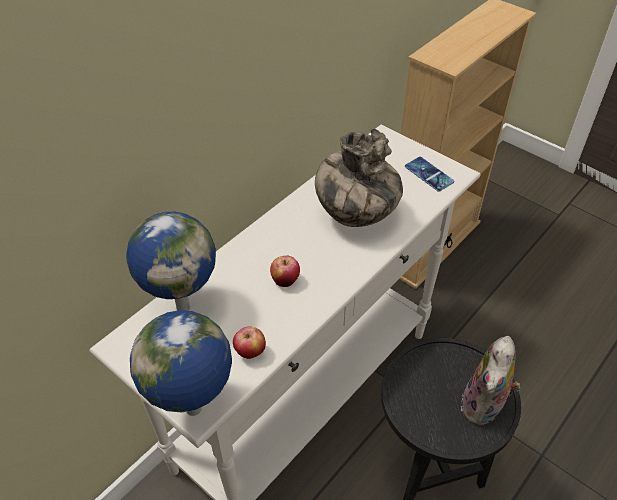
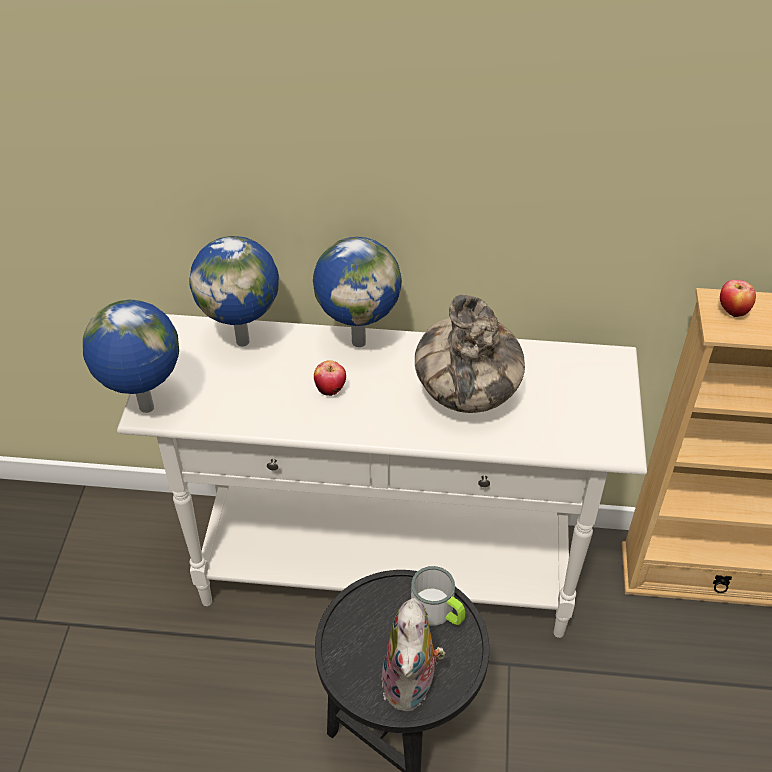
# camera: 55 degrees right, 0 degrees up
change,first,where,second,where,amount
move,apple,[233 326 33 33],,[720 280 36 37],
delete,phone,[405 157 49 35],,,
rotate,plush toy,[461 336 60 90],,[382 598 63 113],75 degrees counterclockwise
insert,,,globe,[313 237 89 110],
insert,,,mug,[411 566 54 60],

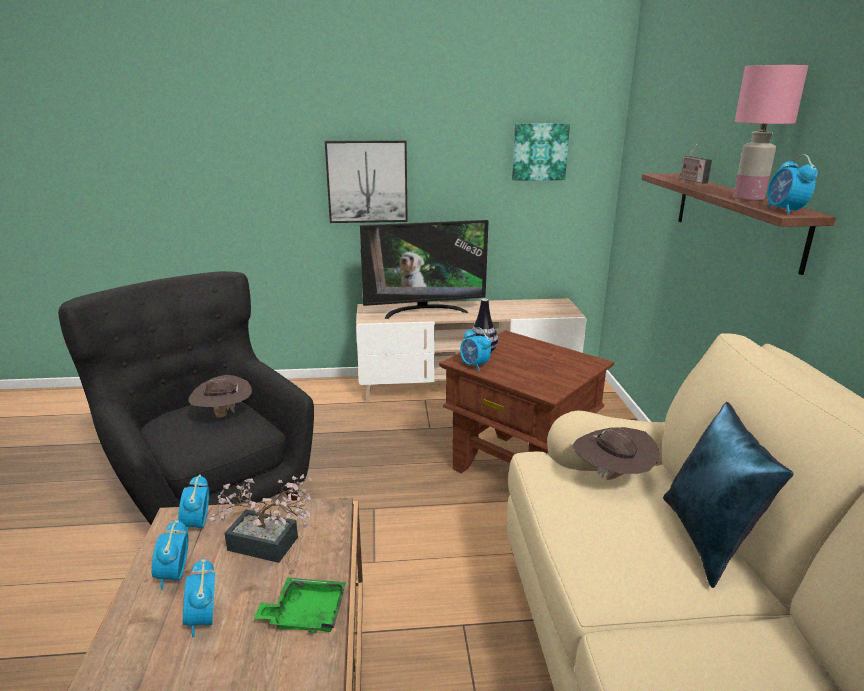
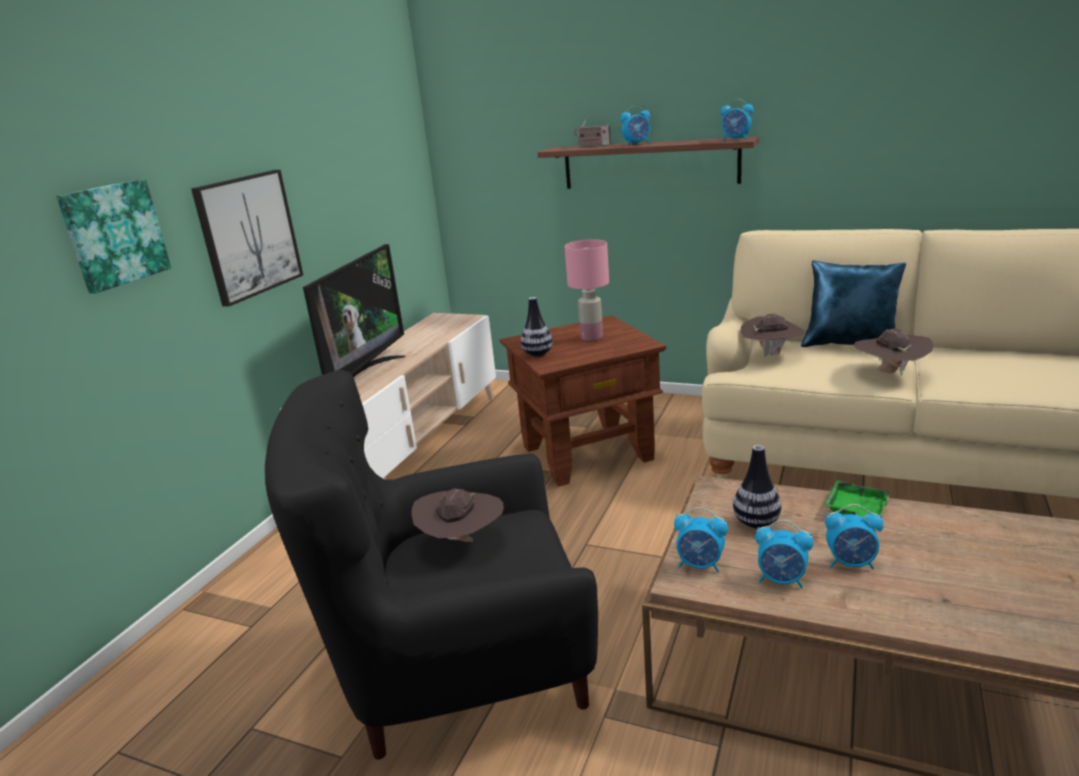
# camera: 60 degrees left, 0 degrees up
change,first,where,second,where,amount
replace,potted plant,[208 474 104 89],vase,[733 445 48 83],
move,alarm clock,[460 327 31 44],,[621 106 29 40],
move,picture,[512 123 58 58],,[56 179 115 114],
move,pink table lamp,[733 65 75 136],,[565 239 44 102],
insert,,,brown hat,[854 328 79 48],

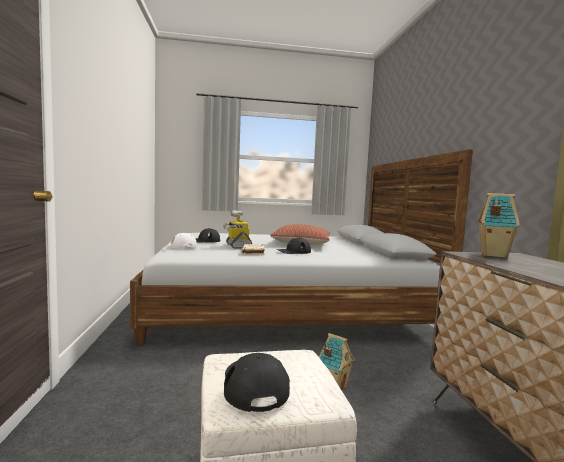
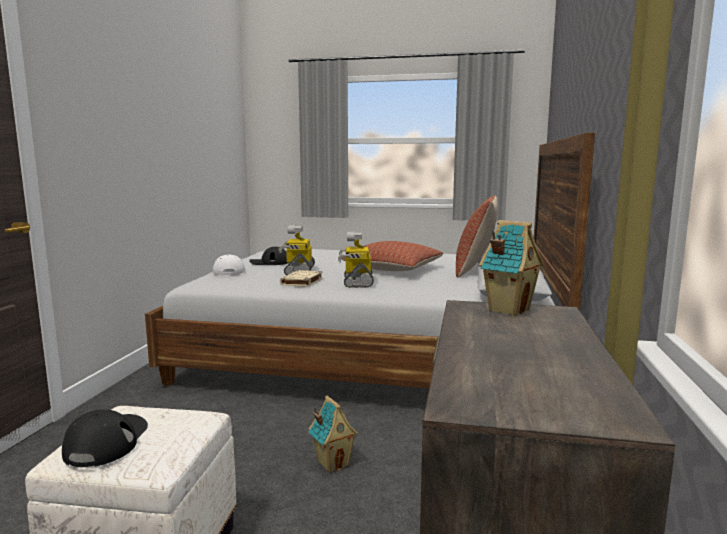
# camera: 20 degrees right, 5 degrees up
change,first,where,second,where,amount
replace,black cap,[277 238 34 16],toy robot,[338 232 36 56],
insert,,,pillow,[456 196 42 82],

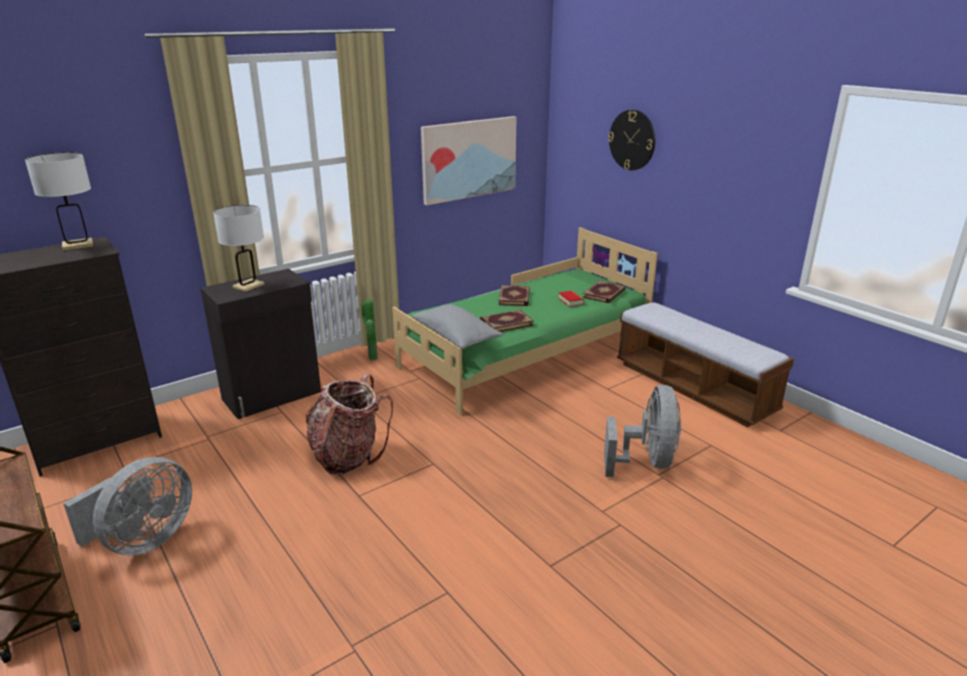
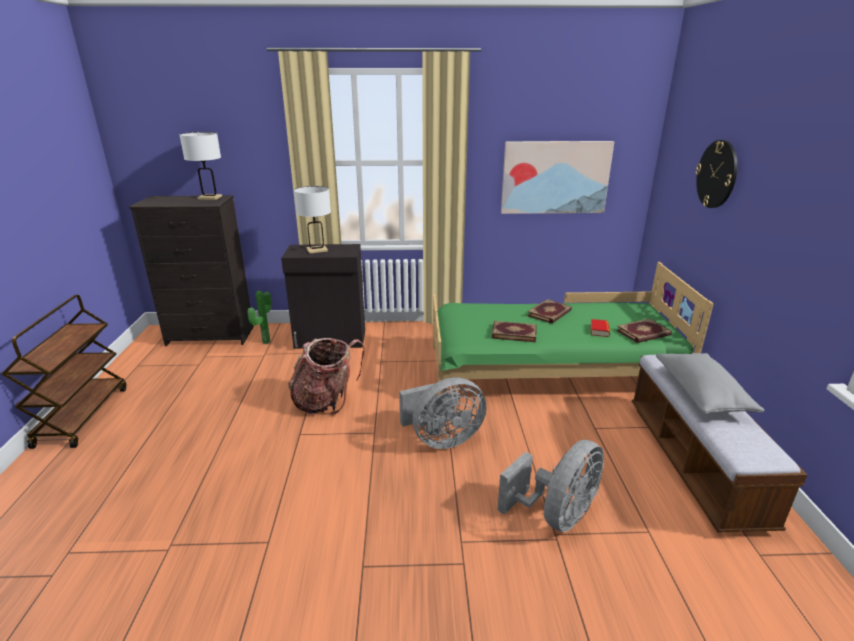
# camera: 35 degrees right, 0 degrees up
change,first,where,second,where,amount
move,grey fan,[63 457 129 99],,[399 377 87 72],
move,potted plant,[362 300 16 61],,[247 291 25 53],
move,grey pillow,[412 304 91 45],,[656 353 109 61],

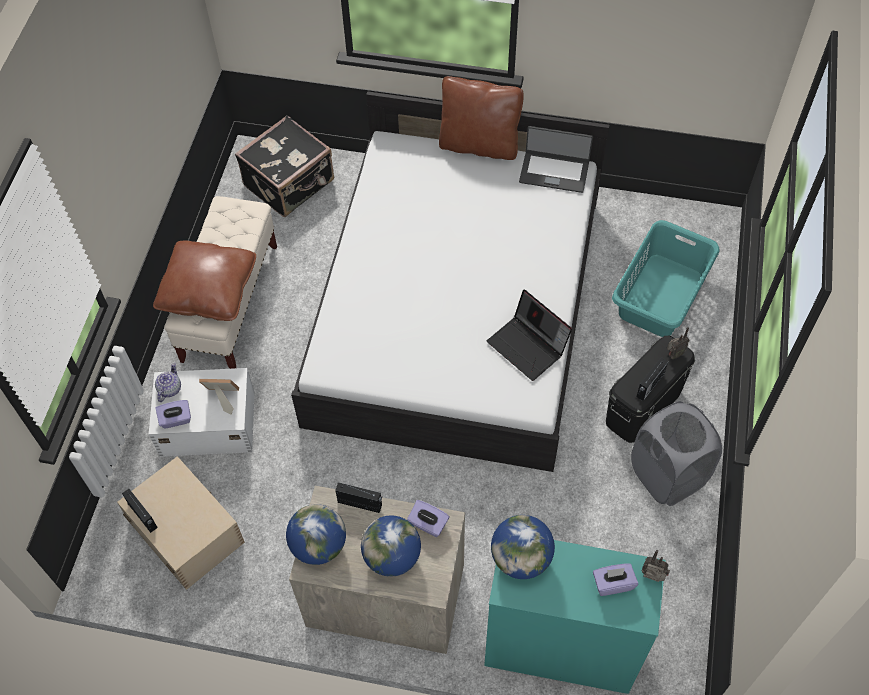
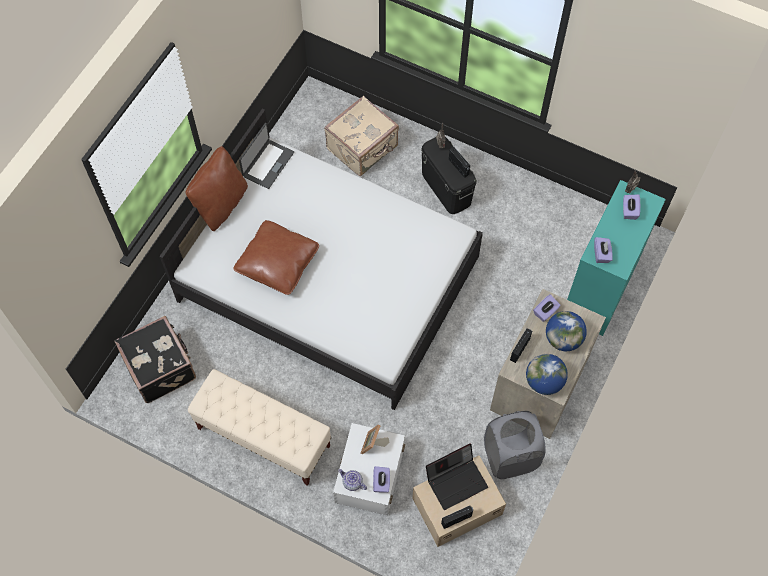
# camera: 75 degrees left, 5 degrees up
change,first,where,second,where,amount
move,brown pillow,[153 241 103 80],,[233 220 86 75],
move,laptop,[487 289 85 92],,[426 443 62 67],
replace,globe,[491 515 64 64],purple tissue box,[594 237 19 26],
replace,turquoise laundry basket,[612 220 108 117],beige suitcase,[324 96 75 80],
move,grey laundry basket,[631 401 91 105],,[484 411 62 68],

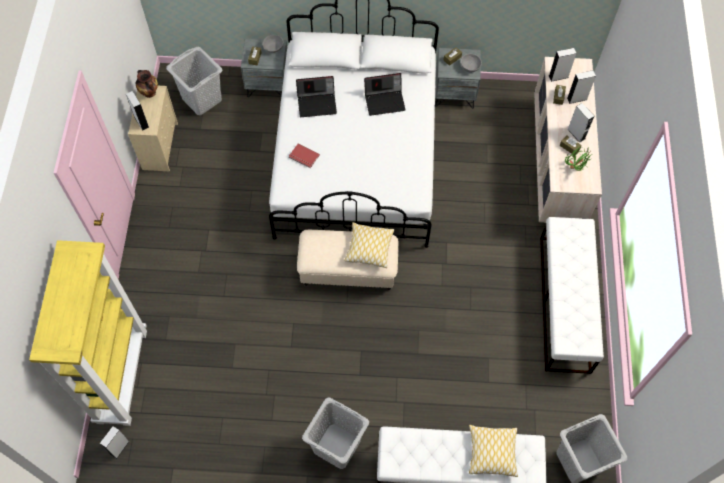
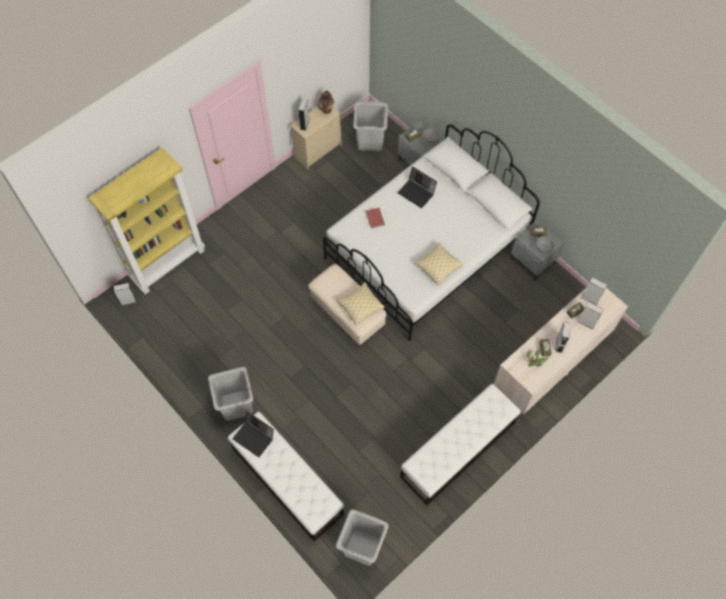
# camera: 45 degrees right, 0 degrees up
change,first,where,second,where,amount
move,laptop,[364 73 42 43],,[232 411 42 46],
move,pillow,[469 425 49 52],,[414 242 50 43],

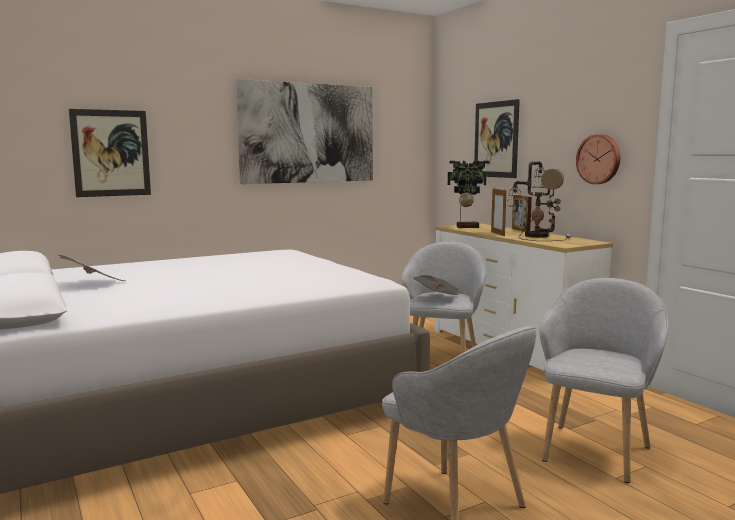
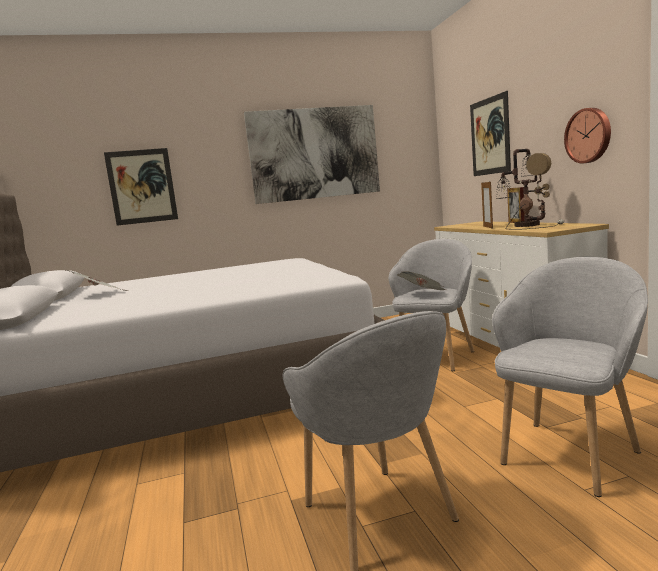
# camera: 15 degrees right, 0 degrees up
change,first,where,second,where,amount
delete,potted plant,[448 161 41 67],,,

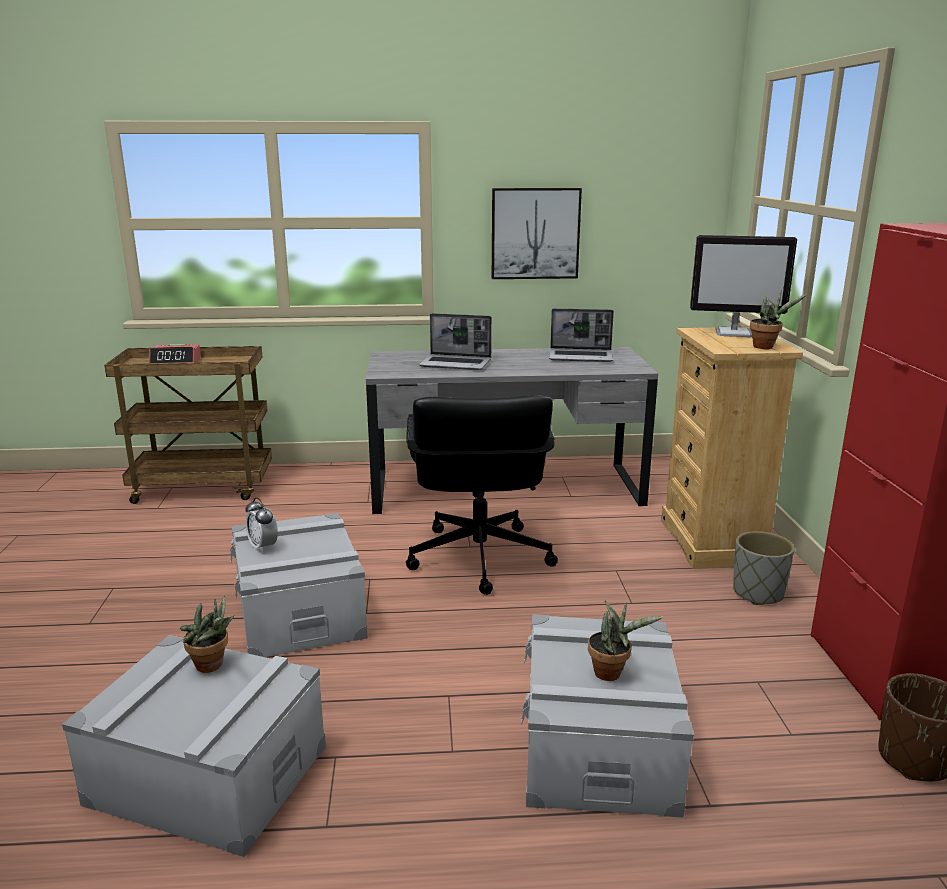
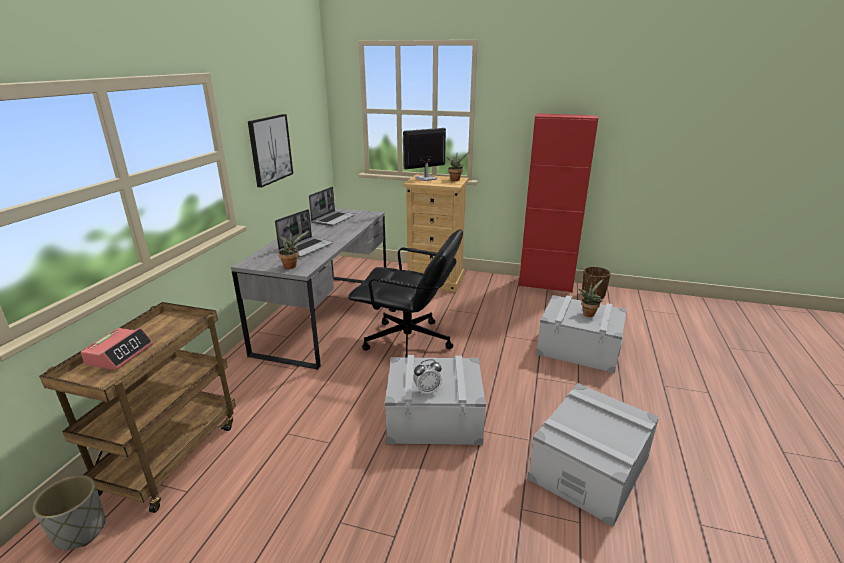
# camera: 70 degrees left, 5 degrees up
change,first,where,second,where,amount
move,potted plant,[180 595 55 78],,[278 231 31 38],
rotate,monitor,[690 235 107 102],,[403 128 43 53],150 degrees counterclockwise
move,grey planter,[733 531 62 74],,[33 475 73 75],

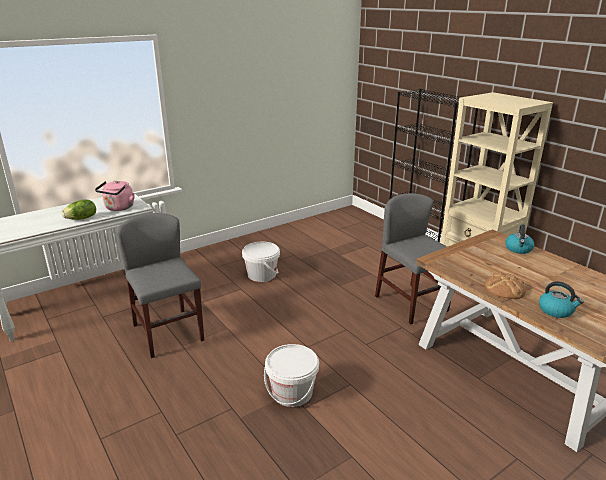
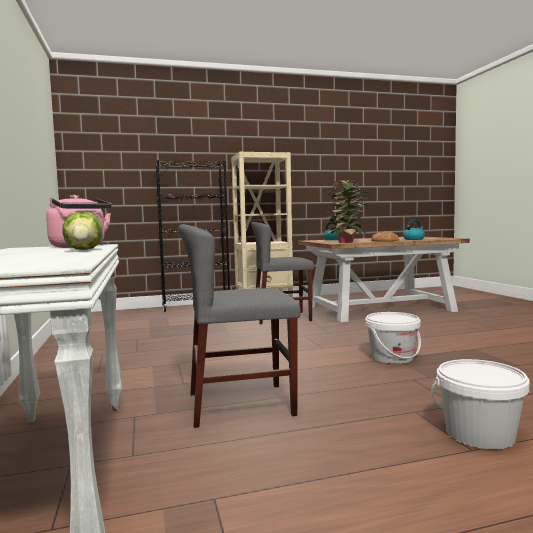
# camera: 70 degrees left, 20 degrees down
change,first,where,second,where,amount
move,white bucket,[242 242 38 40],,[431 359 99 91],
insert,,,potted plant,[324 179 45 64],

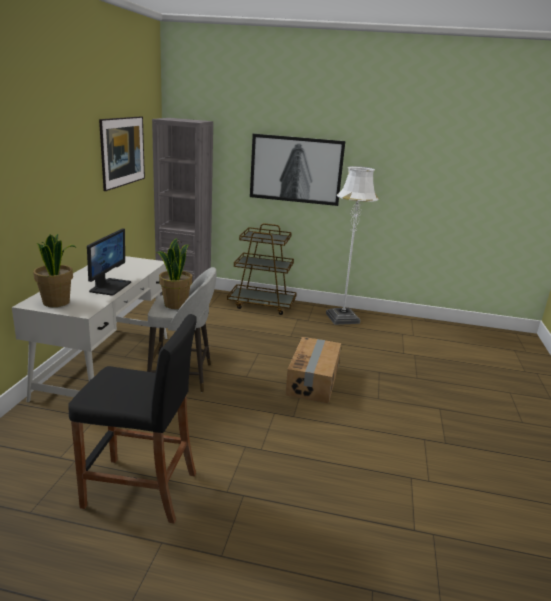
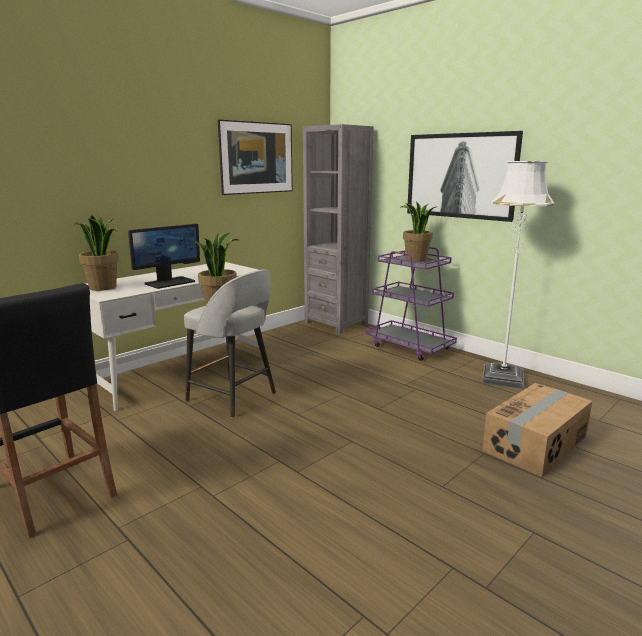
# camera: 35 degrees right, 5 degrees down
change,first,where,second,where,amount
recolor,brown cart,[227 223 70 92],purple cart,[366 247 91 114],
move,cardboard box,[285 337 56 67],,[483 383 109 94],
insert,,,potted plant,[401 201 37 61],

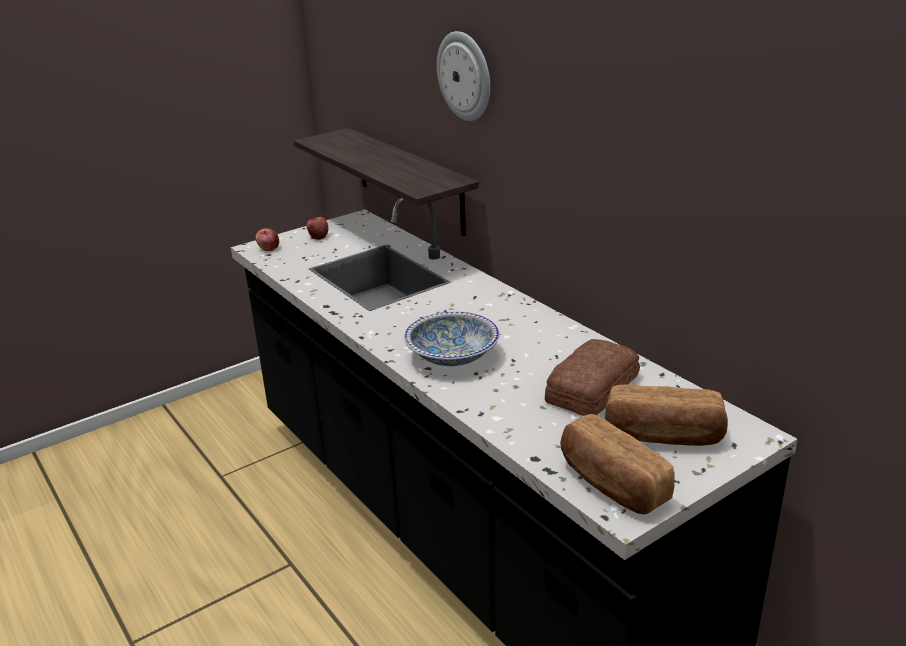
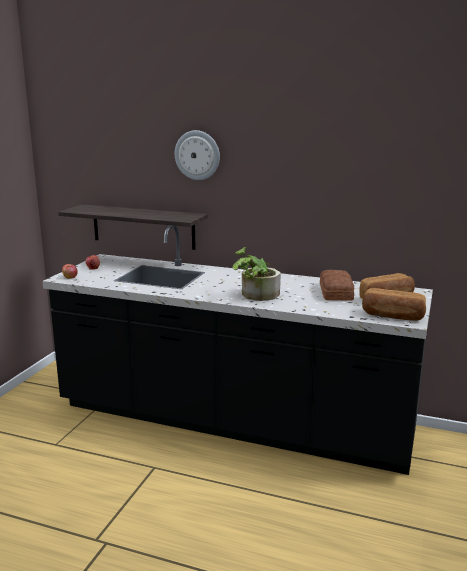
# camera: 35 degrees left, 10 degrees down
change,first,where,second,where,amount
replace,bowl,[404 312 96 54],potted plant,[232 247 49 54],

